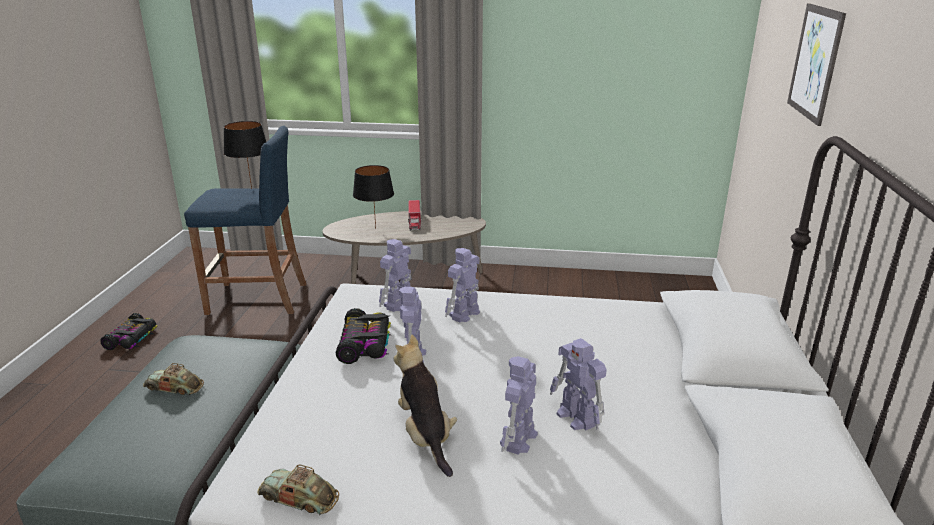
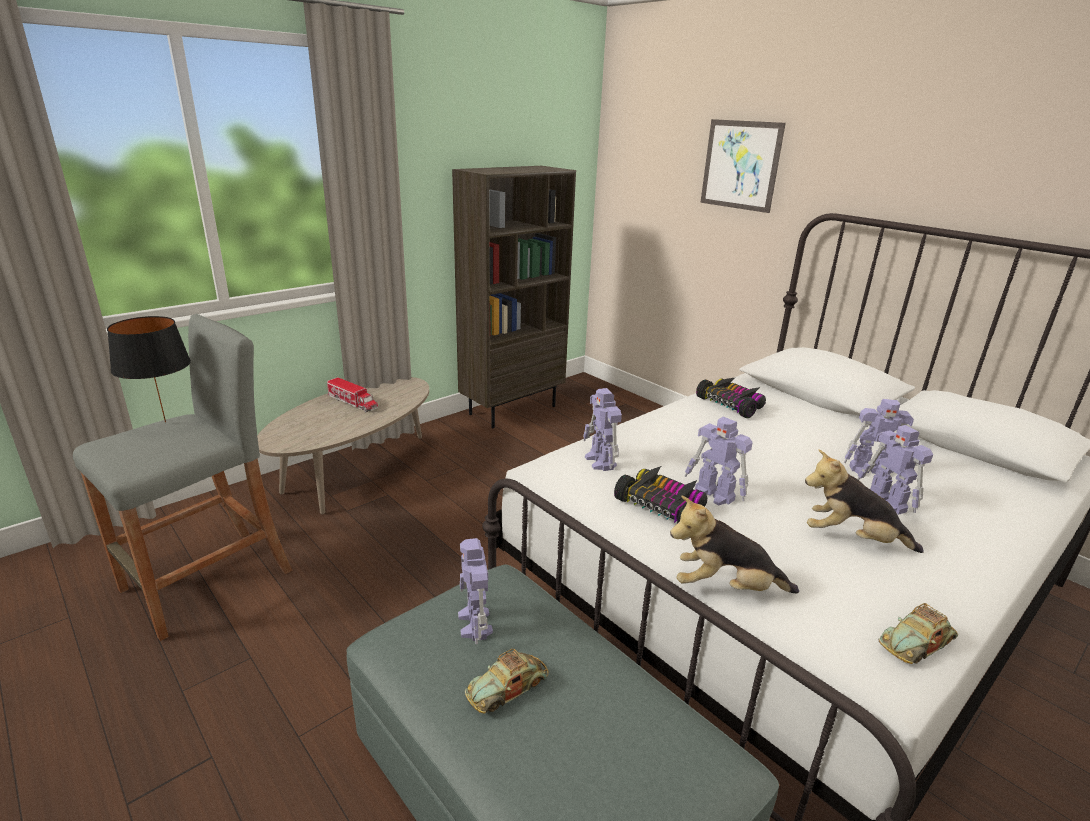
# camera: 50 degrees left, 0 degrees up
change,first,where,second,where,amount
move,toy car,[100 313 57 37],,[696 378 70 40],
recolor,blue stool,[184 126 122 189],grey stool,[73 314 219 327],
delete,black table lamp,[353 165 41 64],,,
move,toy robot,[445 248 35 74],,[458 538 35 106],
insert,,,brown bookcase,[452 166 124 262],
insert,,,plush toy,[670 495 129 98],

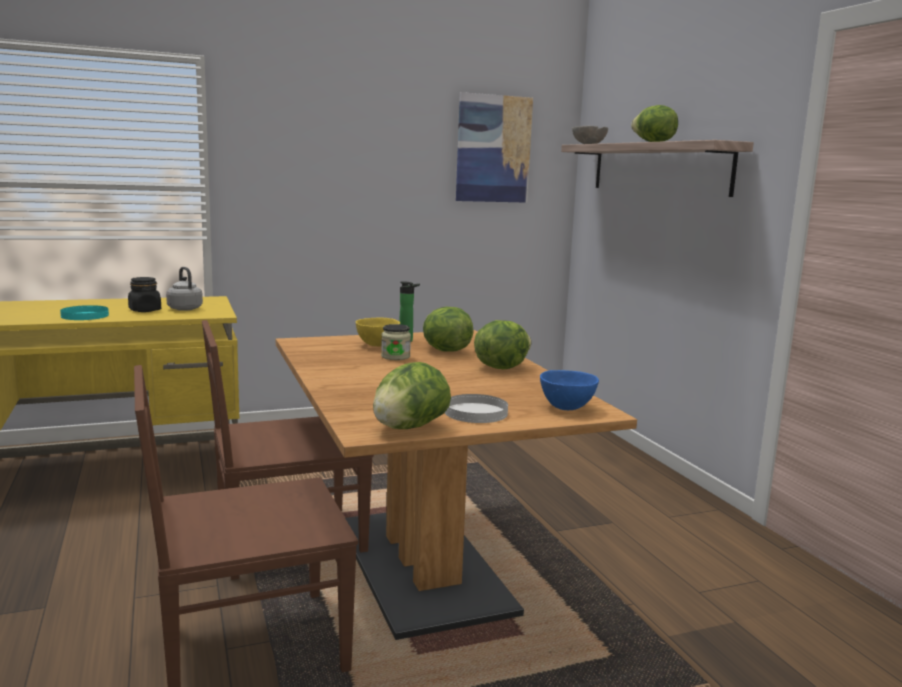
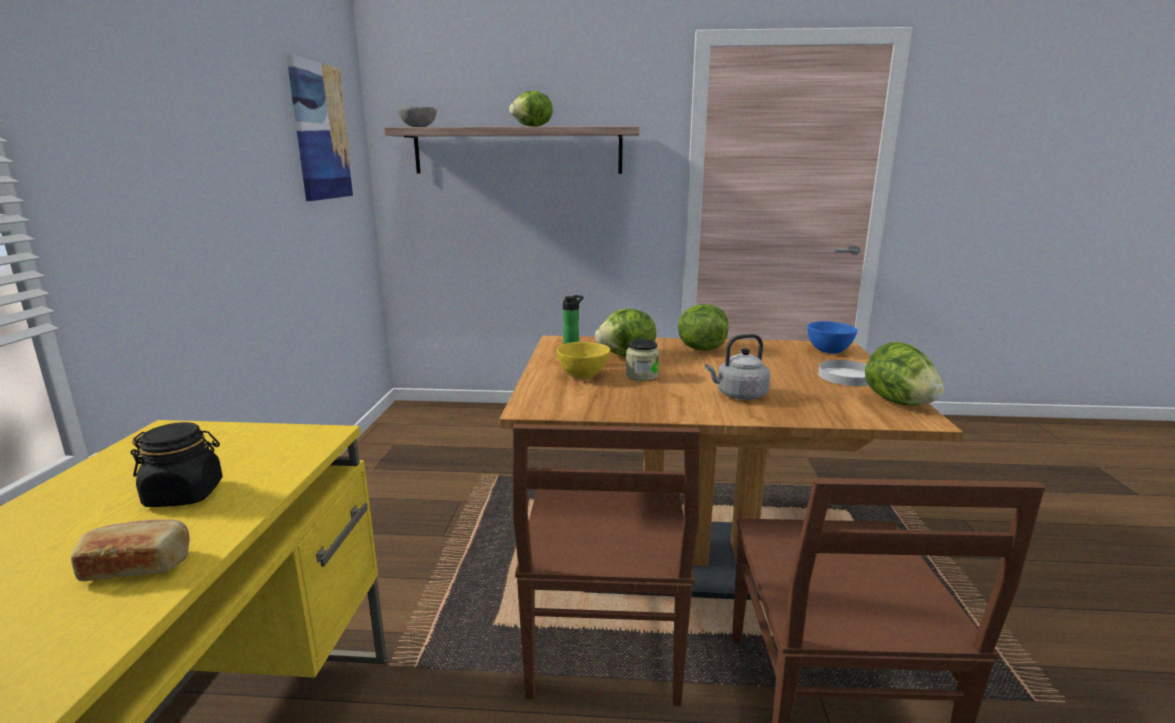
# camera: 65 degrees left, 5 degrees up
change,first,where,second,where,amount
replace,turquoise plate,[60 305 49 15],bread,[71 519 118 62],
move,grey kettle,[166 267 37 44],,[705 334 65 66],

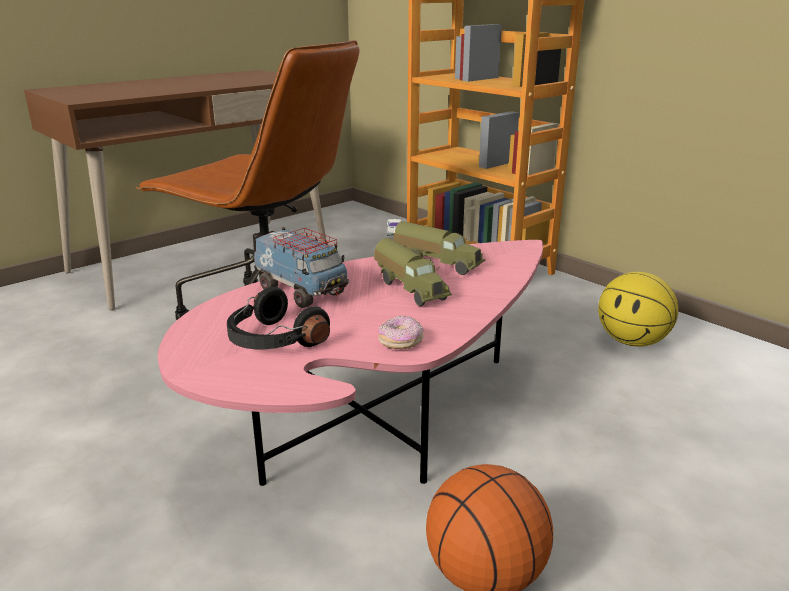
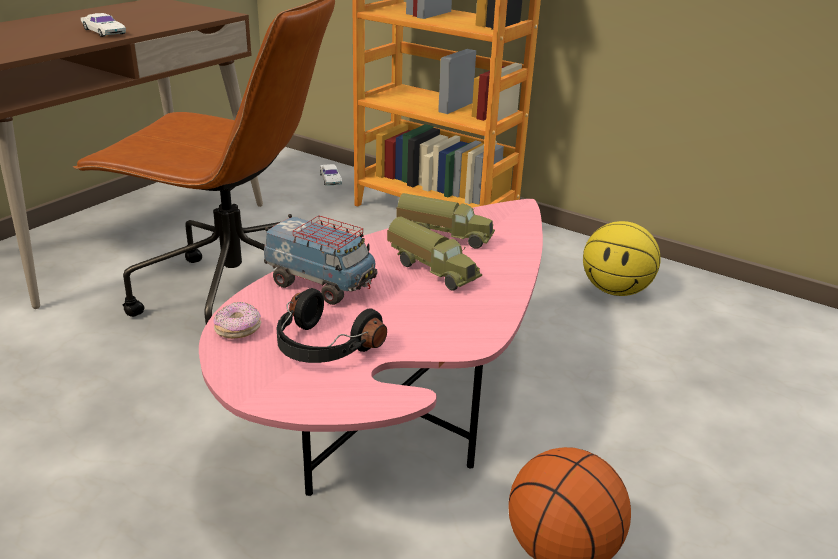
# camera: 15 degrees left, 5 degrees up
change,first,where,second,where,amount
move,donut,[378 316 46 33],,[214 302 47 37],
insert,,,white toy car,[81 13 45 24],

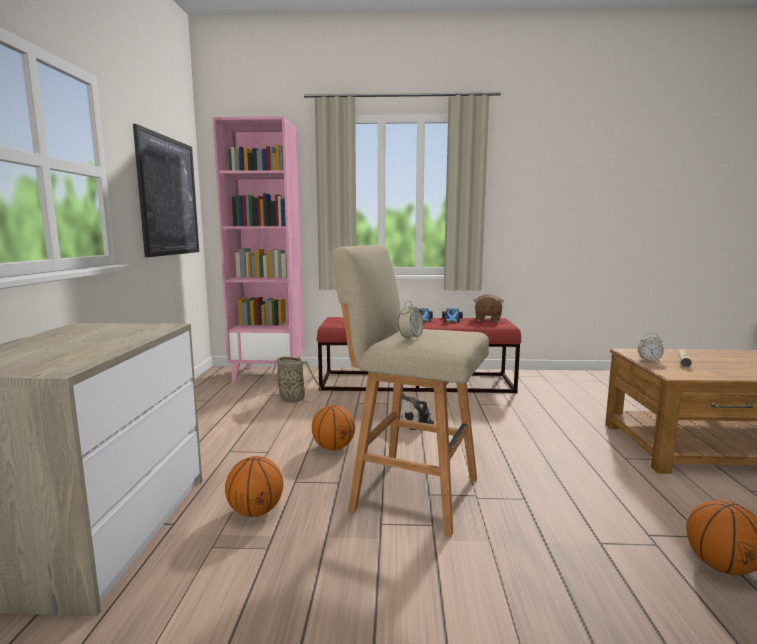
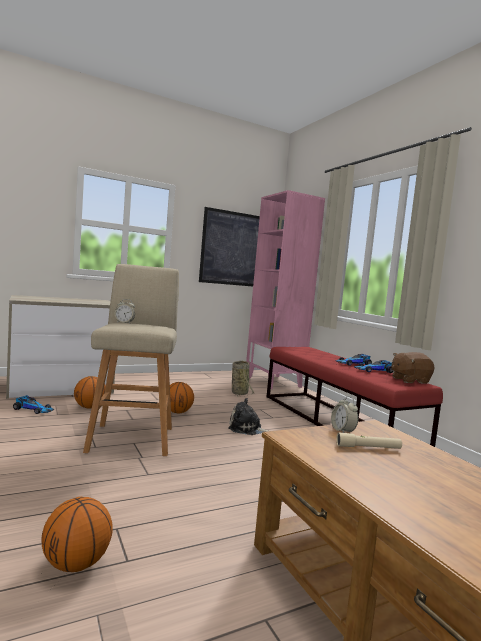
# camera: 60 degrees right, 5 degrees down
change,first,where,second,where,amount
insert,,,toy car,[13 395 41 19],

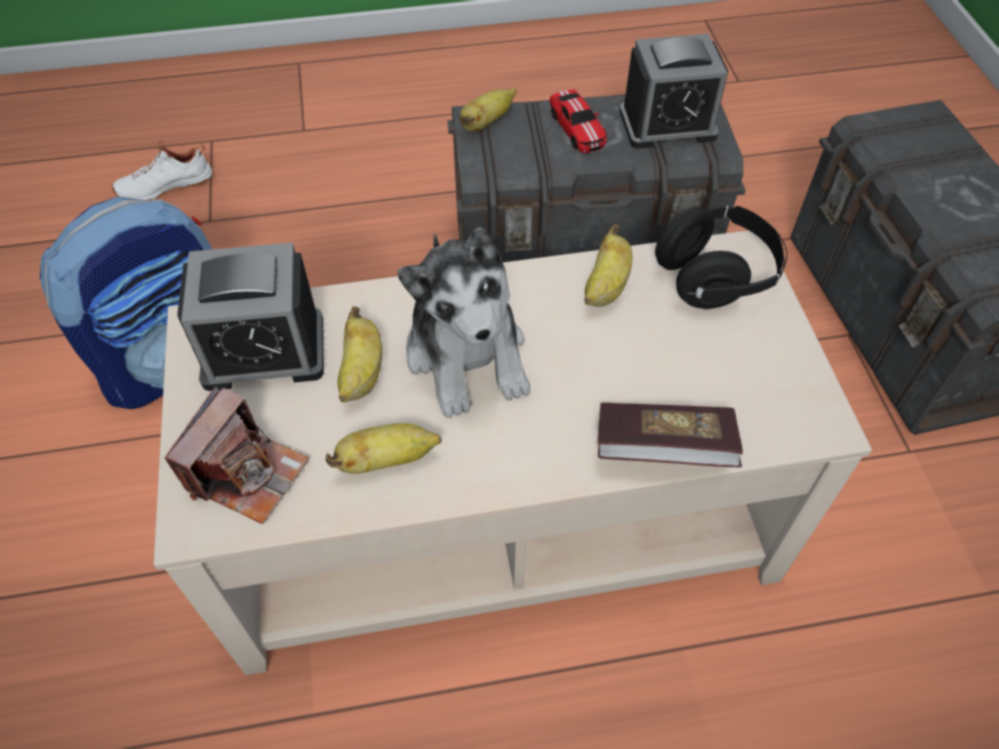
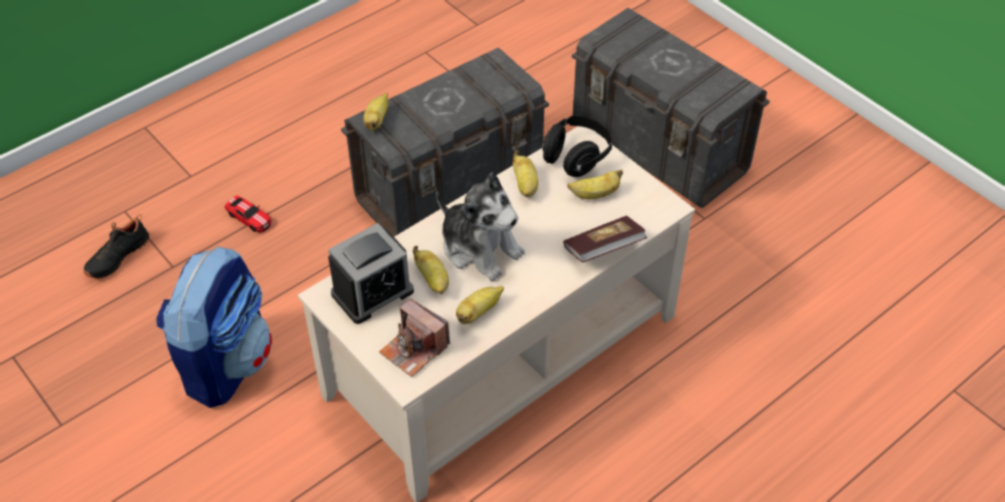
# camera: 30 degrees left, 5 degrees down
change,first,where,second,where,amount
recolor,white shoe,[112 140 100 60],black shoe,[83 214 66 65],
rotate,photo camera,[165 386 144 138],,[379 299 71 78],135 degrees clockwise
move,toy car,[550 89 57 64],,[224 195 48 38],
delete,alarm clock,[619 34 109 115],,,
insert,,,banana,[567 169 56 30],

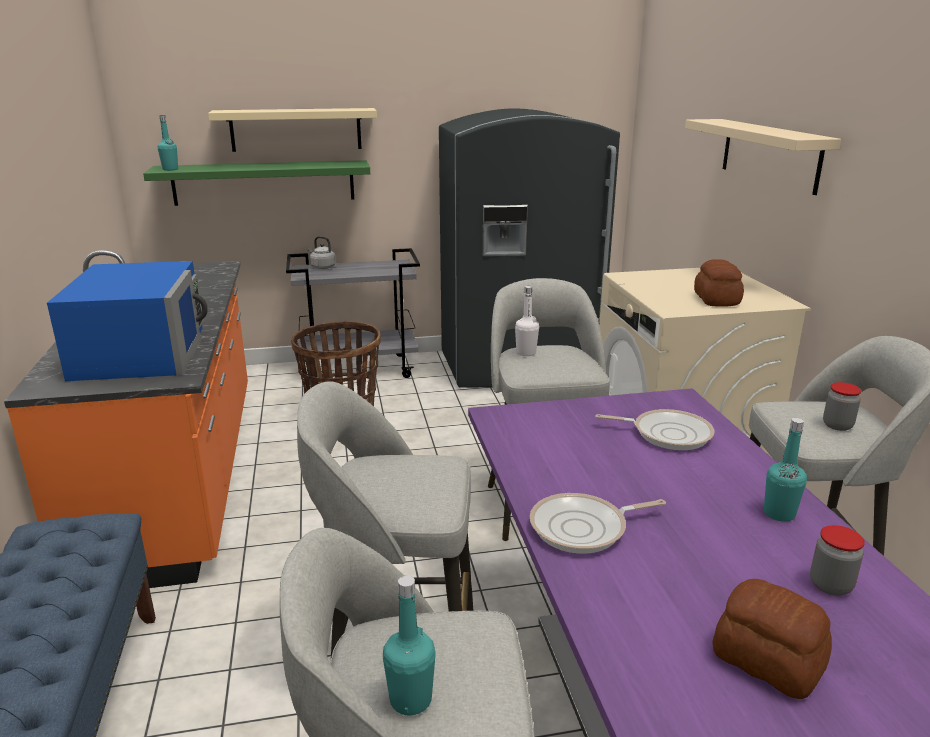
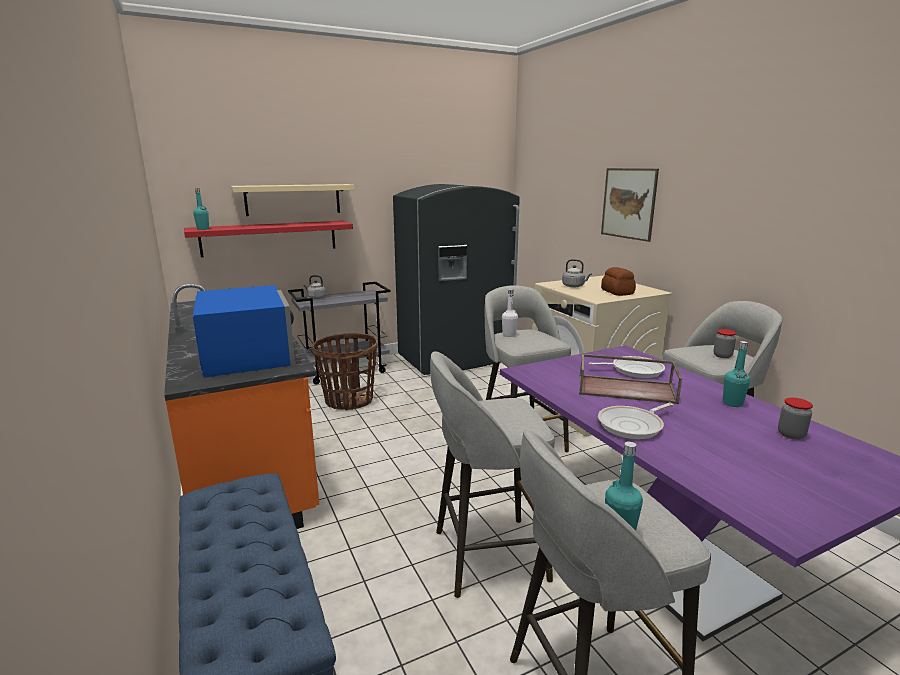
# camera: 15 degrees left, 5 degrees down
change,first,where,second,where,amount
recolor,green shelf,[143 160 227 46],red shelf,[184 221 169 36],
replace,beige shelf,[685 119 156 76],picture,[601 168 58 74],
delete,bread,[712 579 120 120],,,
insert,,,grey kettle,[562 259 30 28],
insert,,,brown tray,[579 354 103 50],

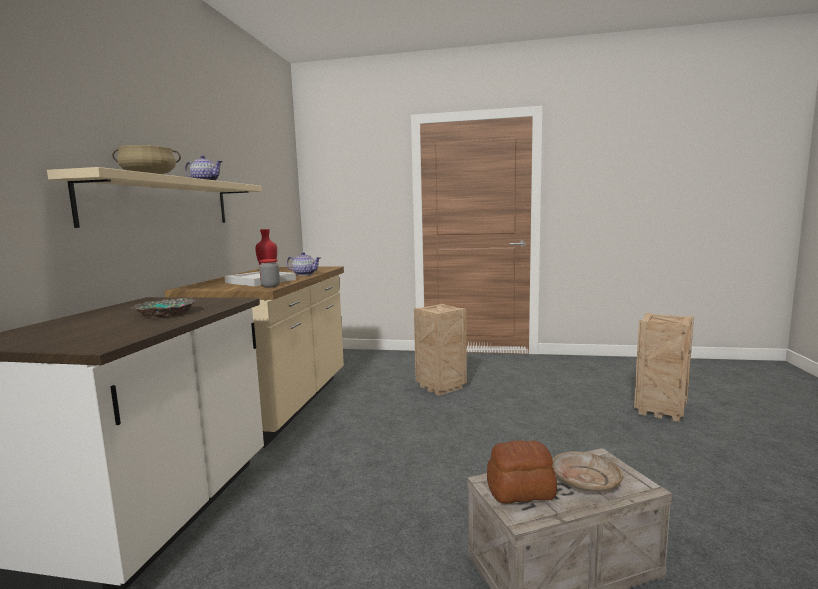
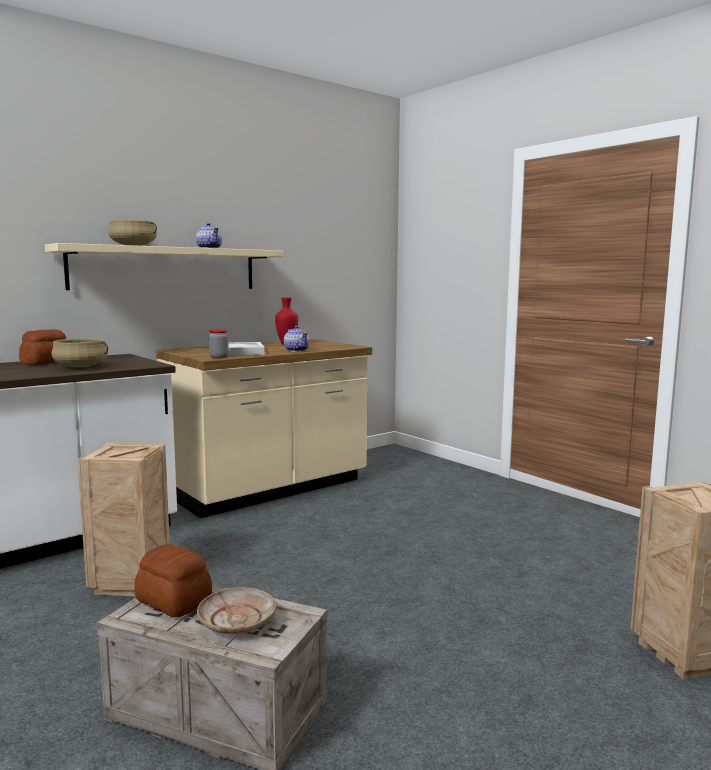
# camera: 40 degrees right, 0 degrees up
change,first,where,second,where,amount
replace,bowl,[131 298 65 20],beige cooking pot,[51 338 57 30],
move,crate,[414 304 53 92],,[77 442 93 155],
insert,,,bread,[19 329 47 36],

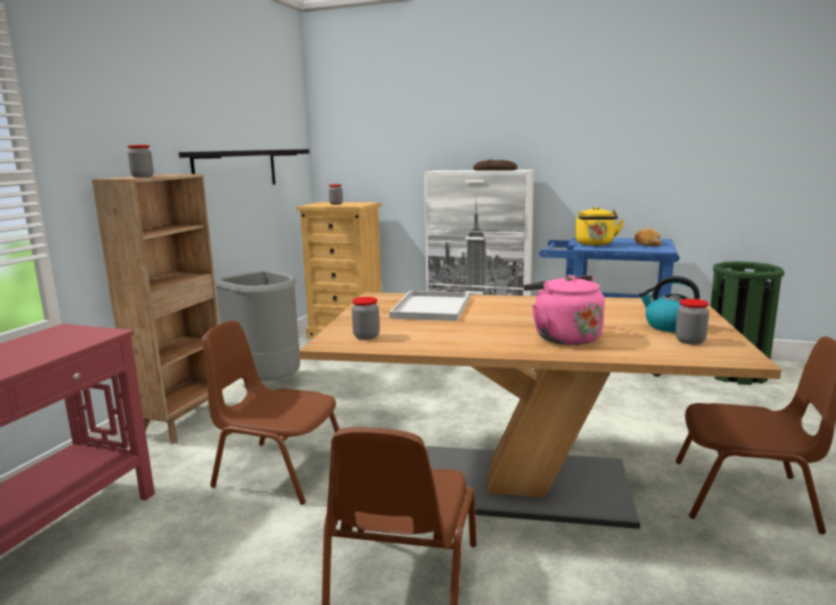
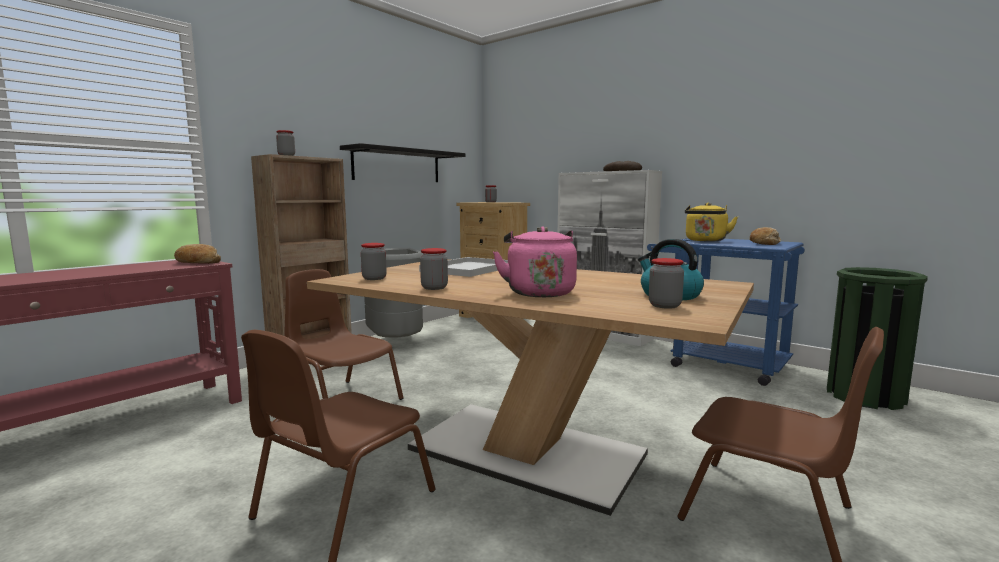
# camera: 20 degrees right, 5 degrees down
change,first,where,second,where,amount
insert,,,bread,[174 244 47 20],
insert,,,jar,[420 248 28 42],

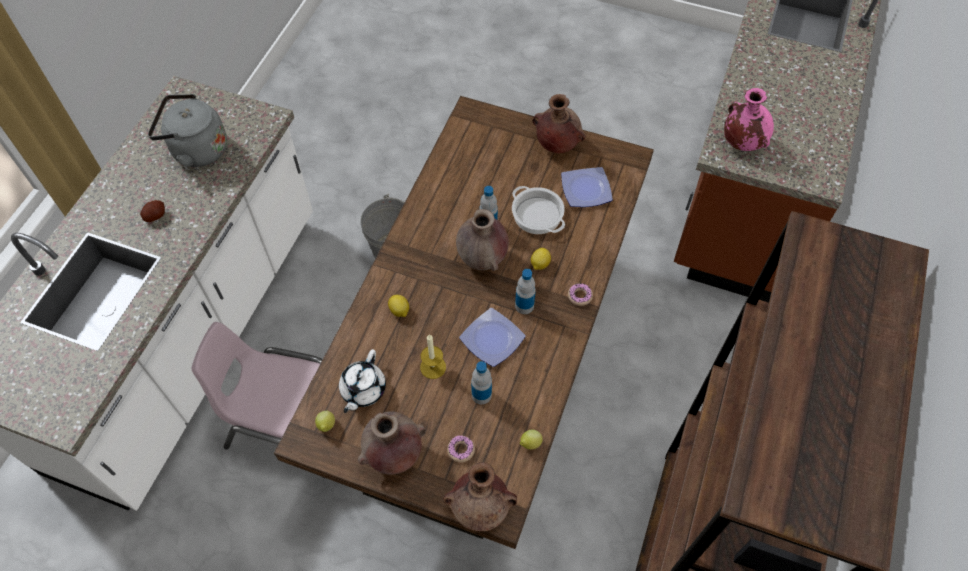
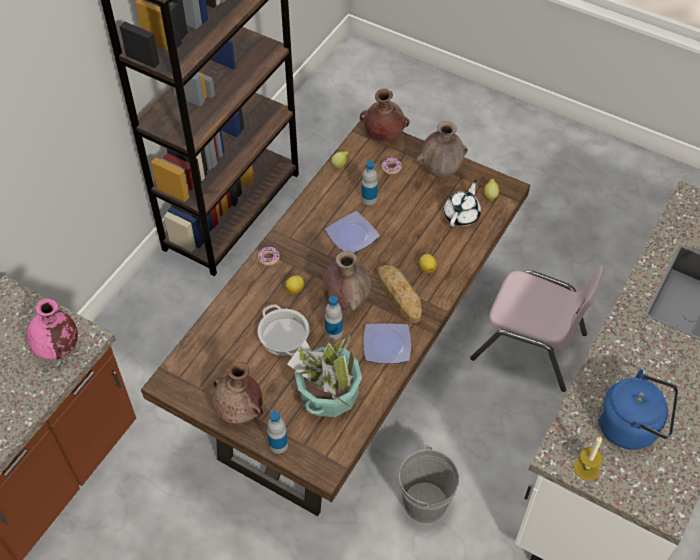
# camera: 170 degrees left, 5 degrees down
change,first,where,second,where,amount
delete,potato,[140 200 25 22],,,
recolor,grey kettle,[148 94 79 73],blue kettle,[598 369 80 81],
move,candle,[420 334 26 45],,[574 436 29 45],
move,bottle,[515 269 21 45],,[267 411 21 43],
move,plate,[561 167 52 40],,[363 323 48 41],
insert,,,potted plant,[287 336 75 81],
insert,,,bread,[378 265 44 58],

